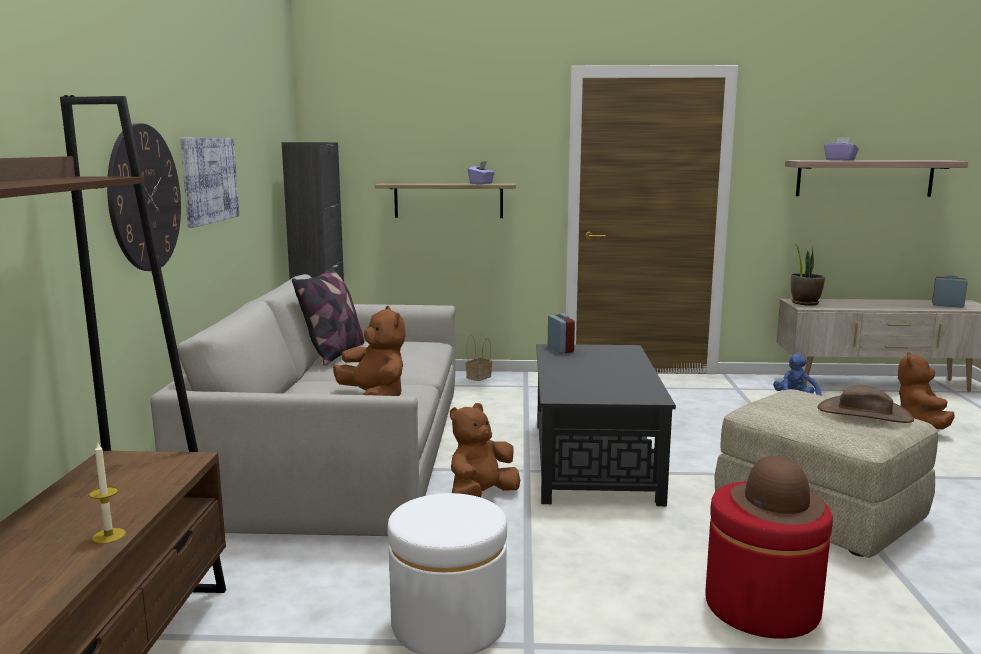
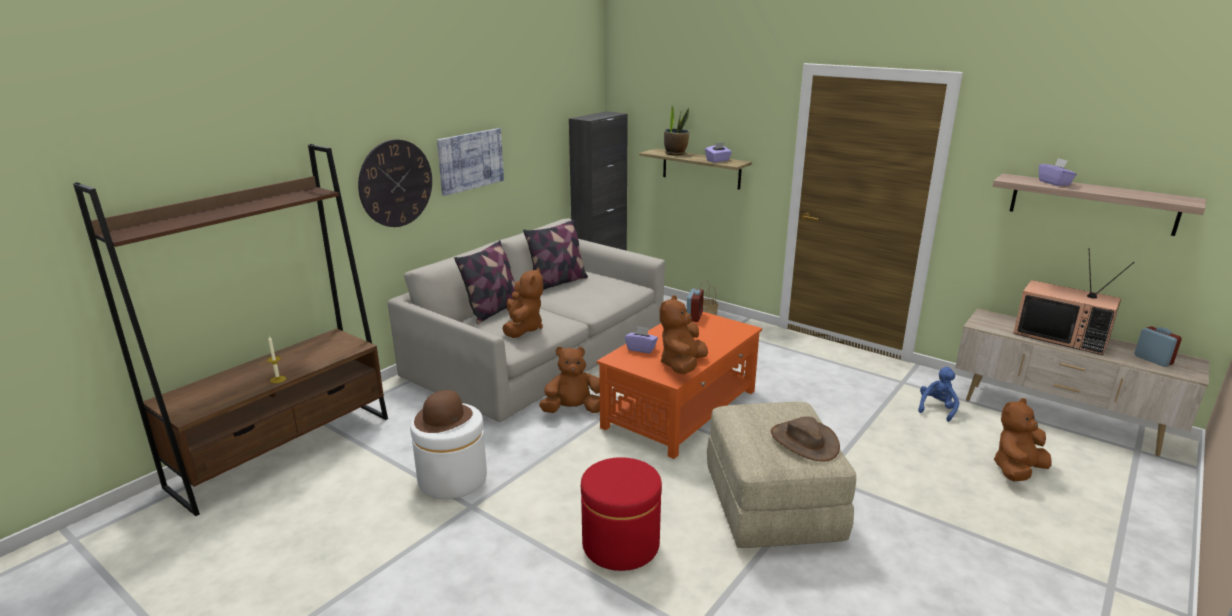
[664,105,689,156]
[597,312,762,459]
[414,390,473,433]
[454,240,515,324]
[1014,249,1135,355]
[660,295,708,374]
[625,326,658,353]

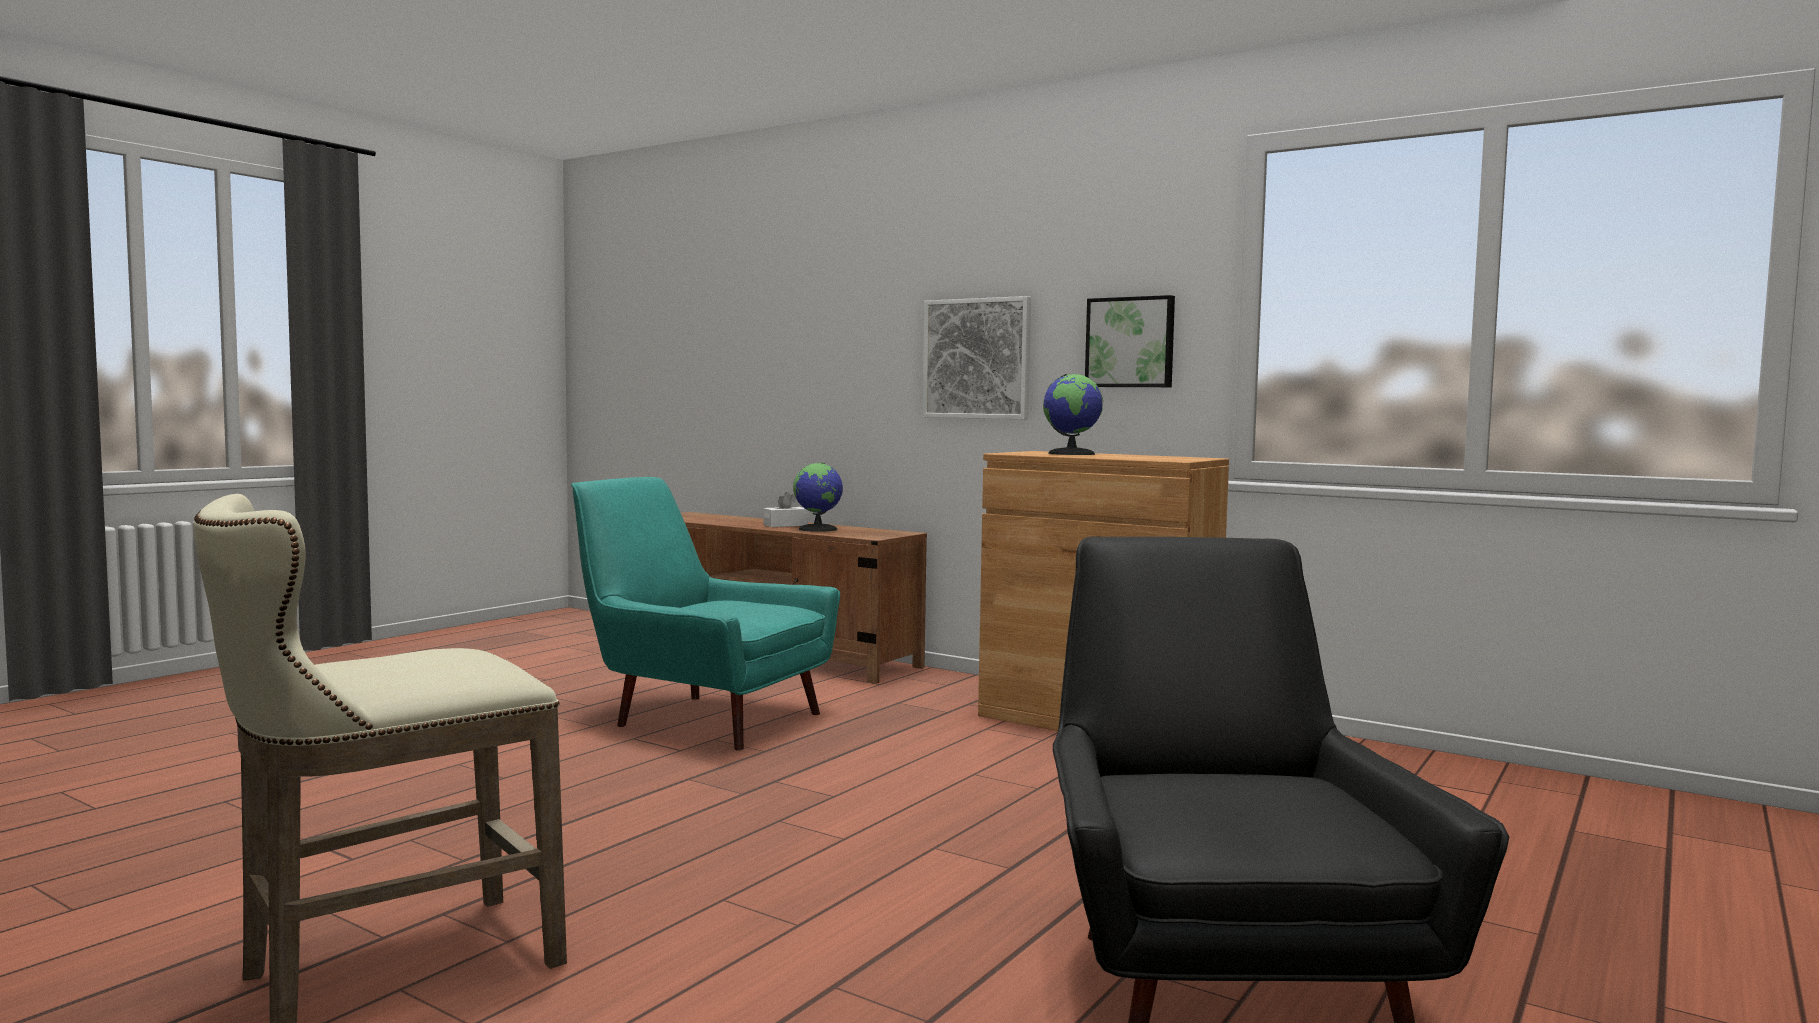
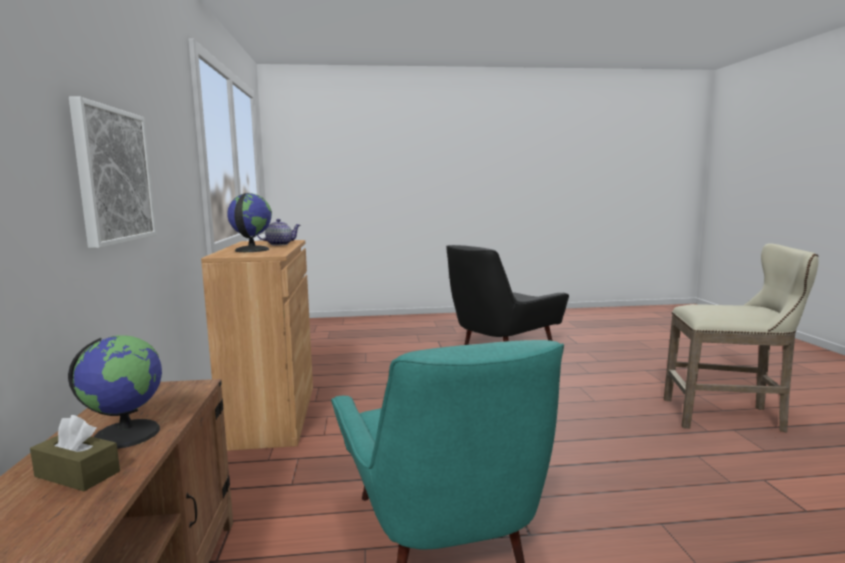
[1085,295,1175,387] (first image)
[30,415,120,491]
[257,219,300,246]

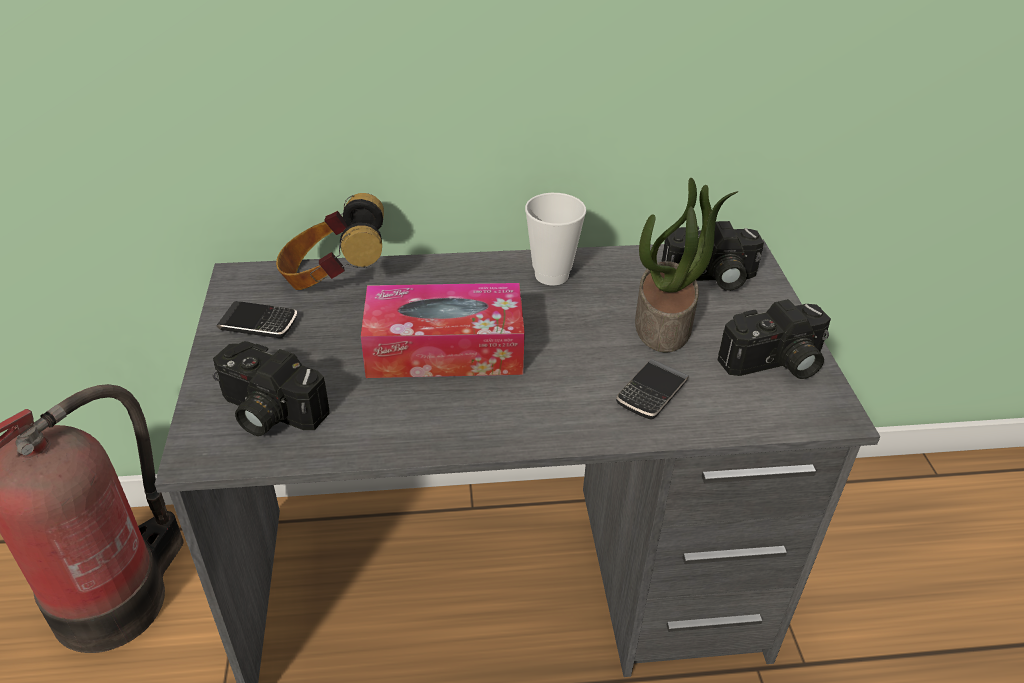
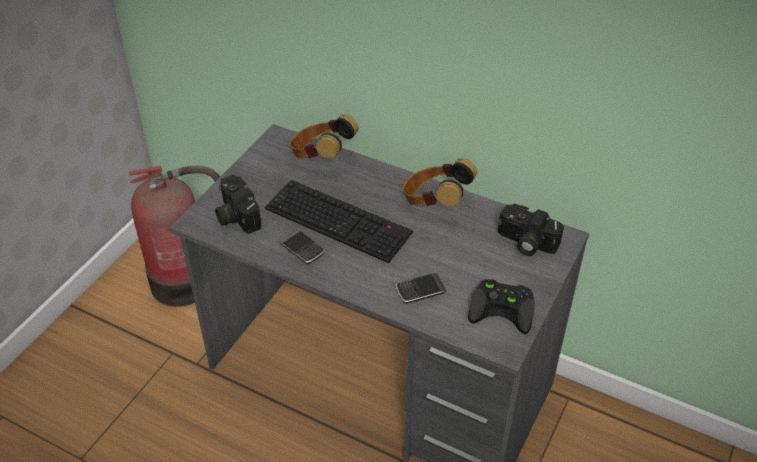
[635,178,738,352] (first image)
[403,159,477,207]
[265,180,413,263]
[468,279,535,334]
[279,229,325,264]

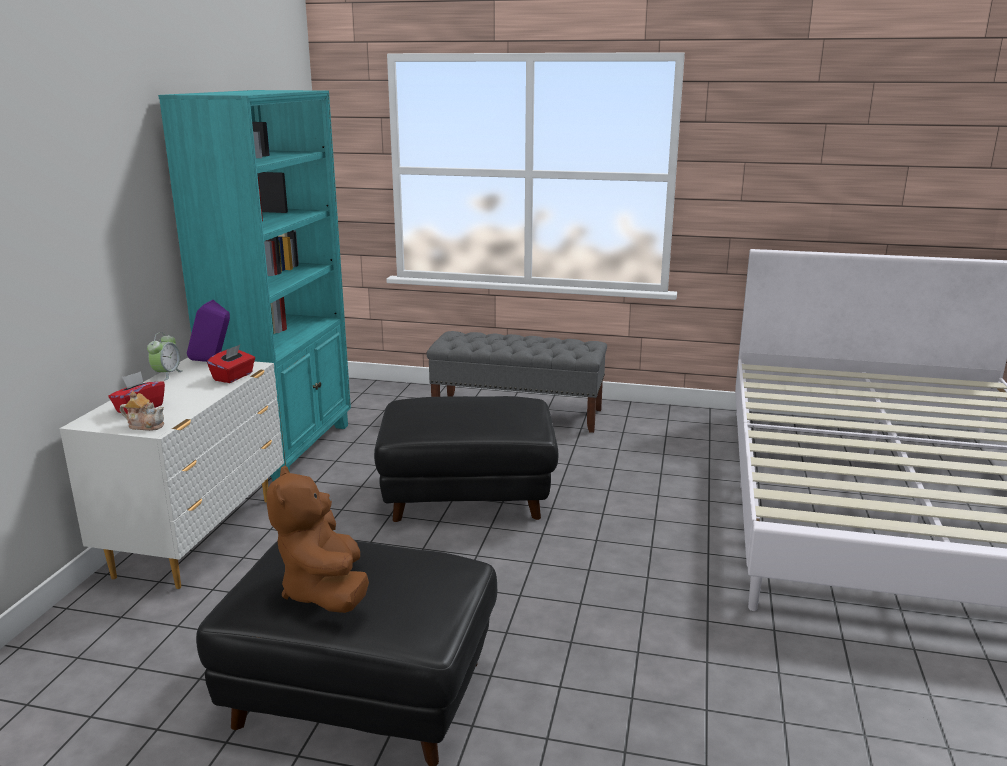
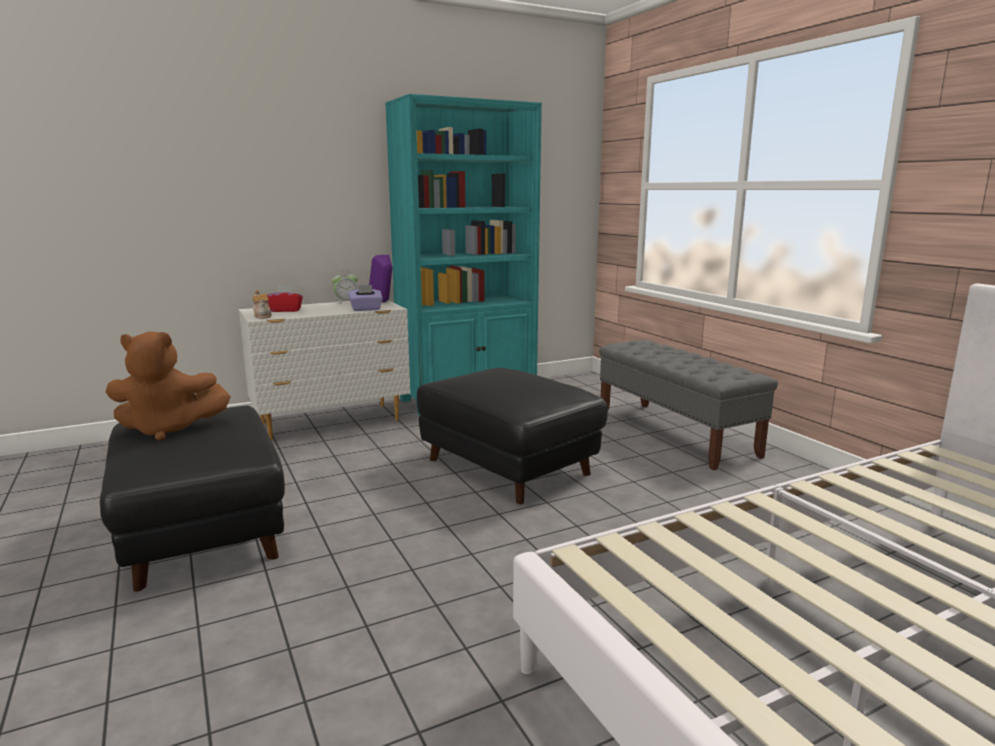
[348,285,383,311]
[105,331,231,441]

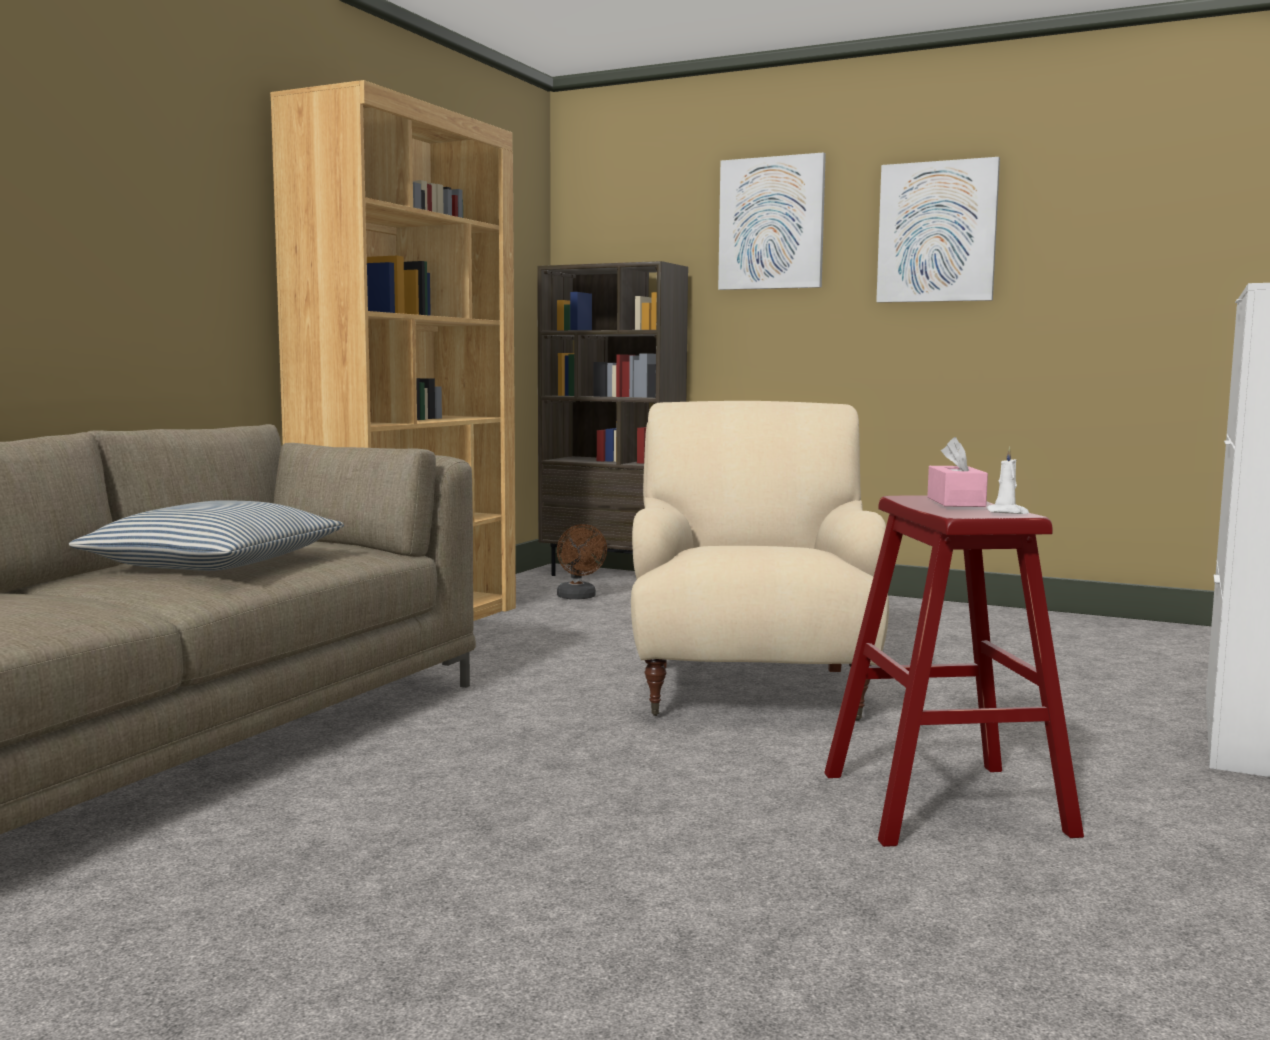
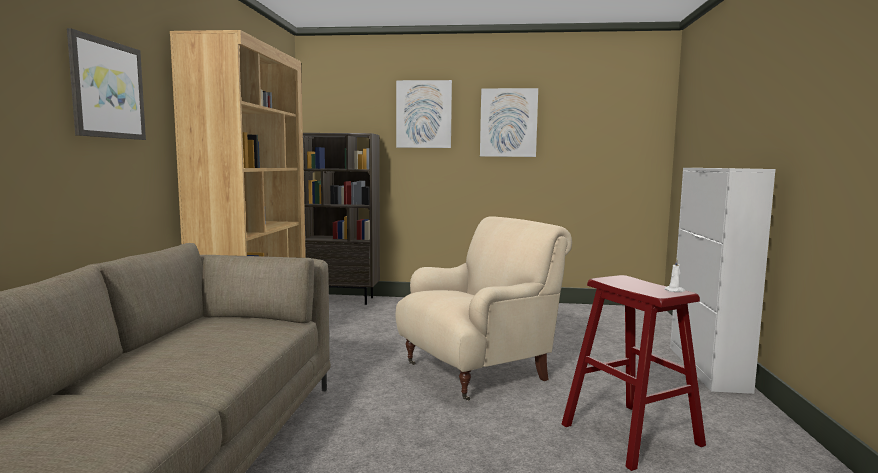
[395,216,572,401]
[927,437,988,507] (first image)
[69,500,344,571] (first image)
[557,524,607,599] (first image)
[67,28,146,140]

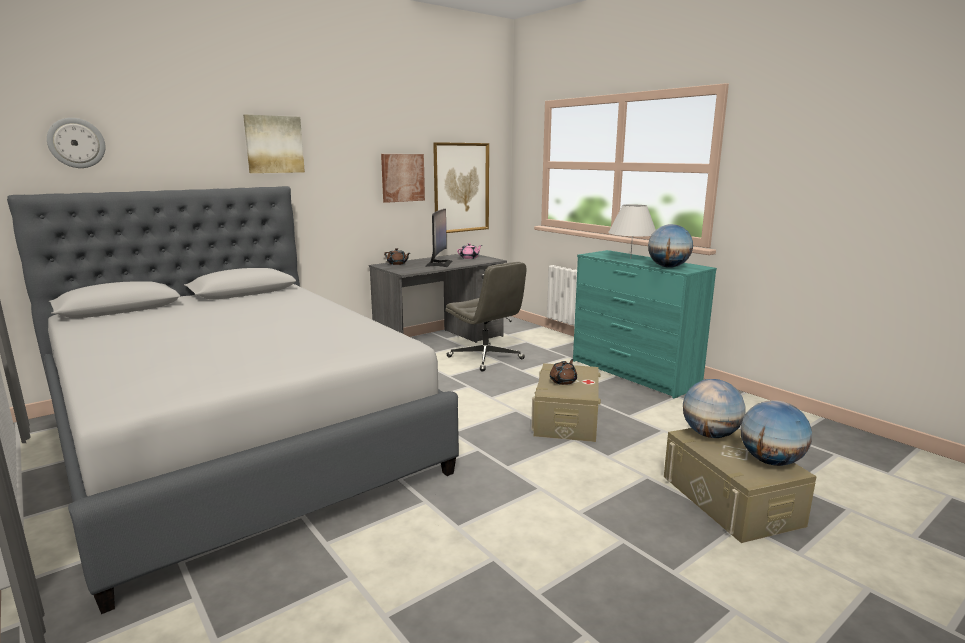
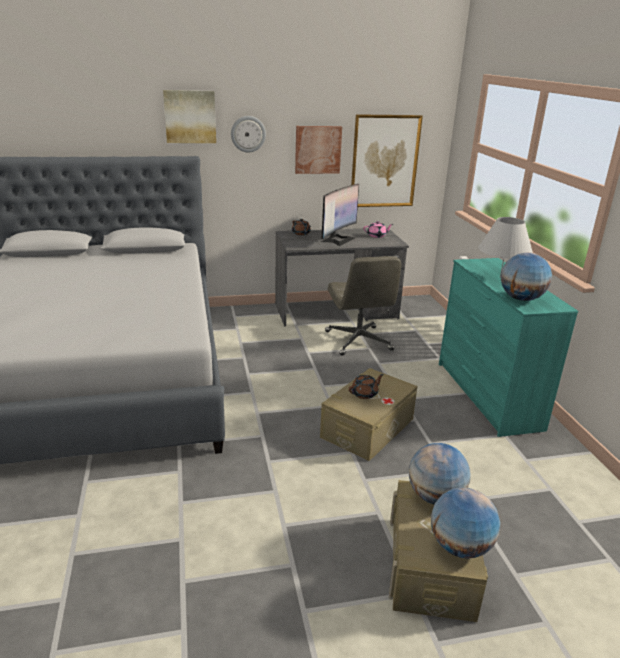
[231,116,266,152]

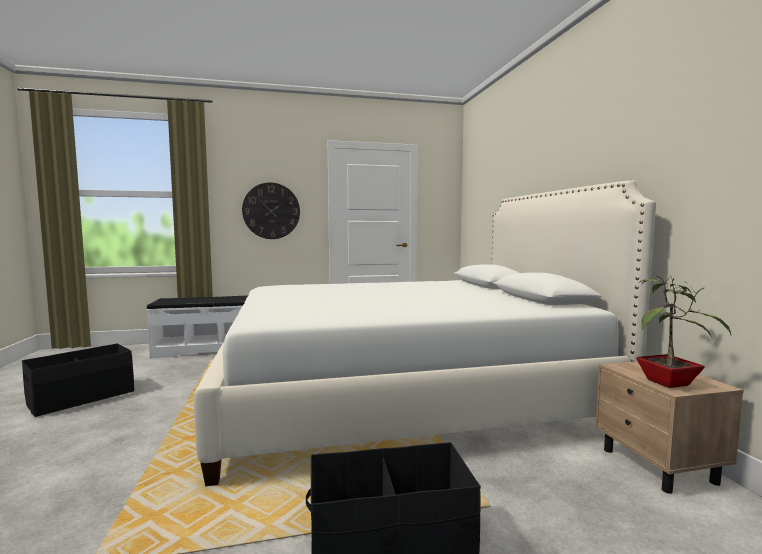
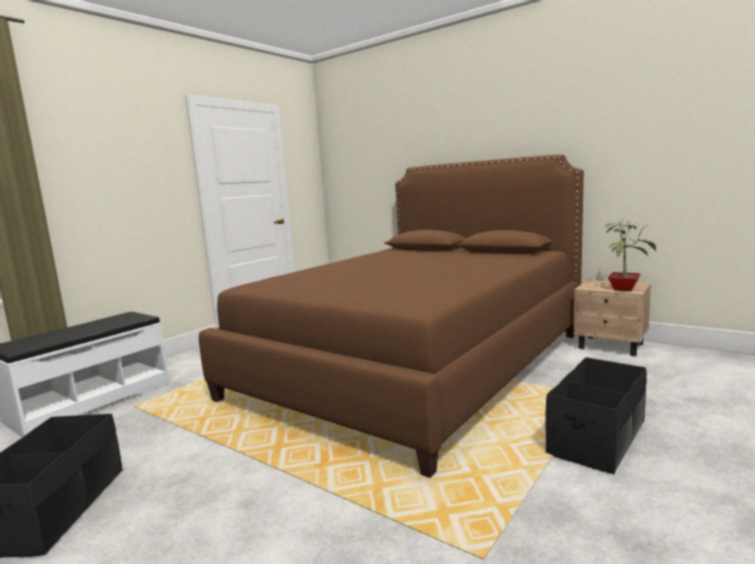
[199,155,584,478]
[242,182,300,239] (first image)

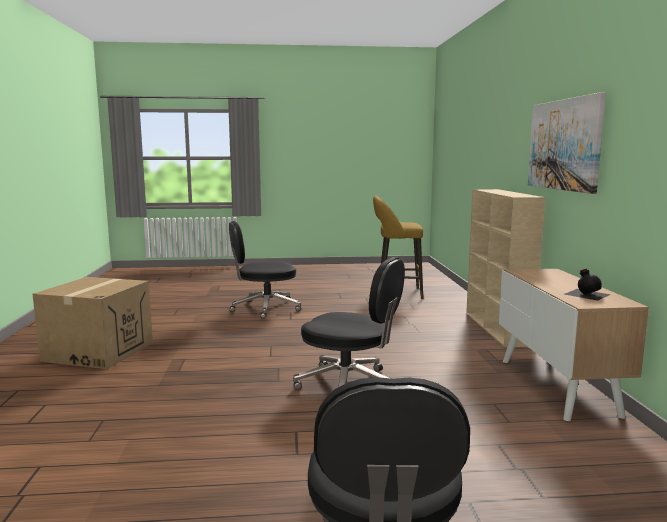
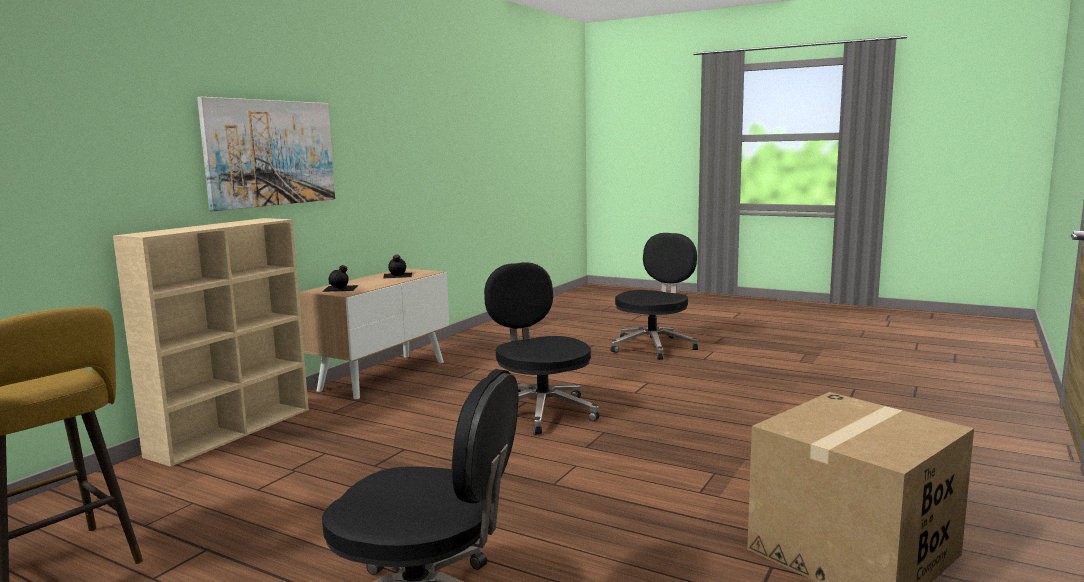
[322,265,359,292]

